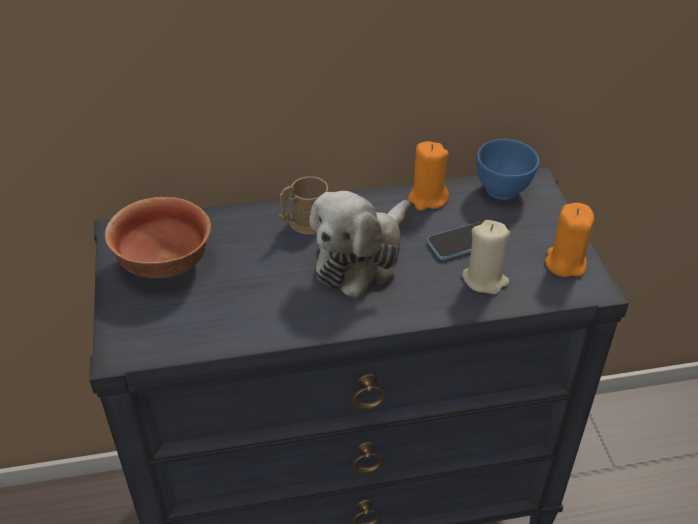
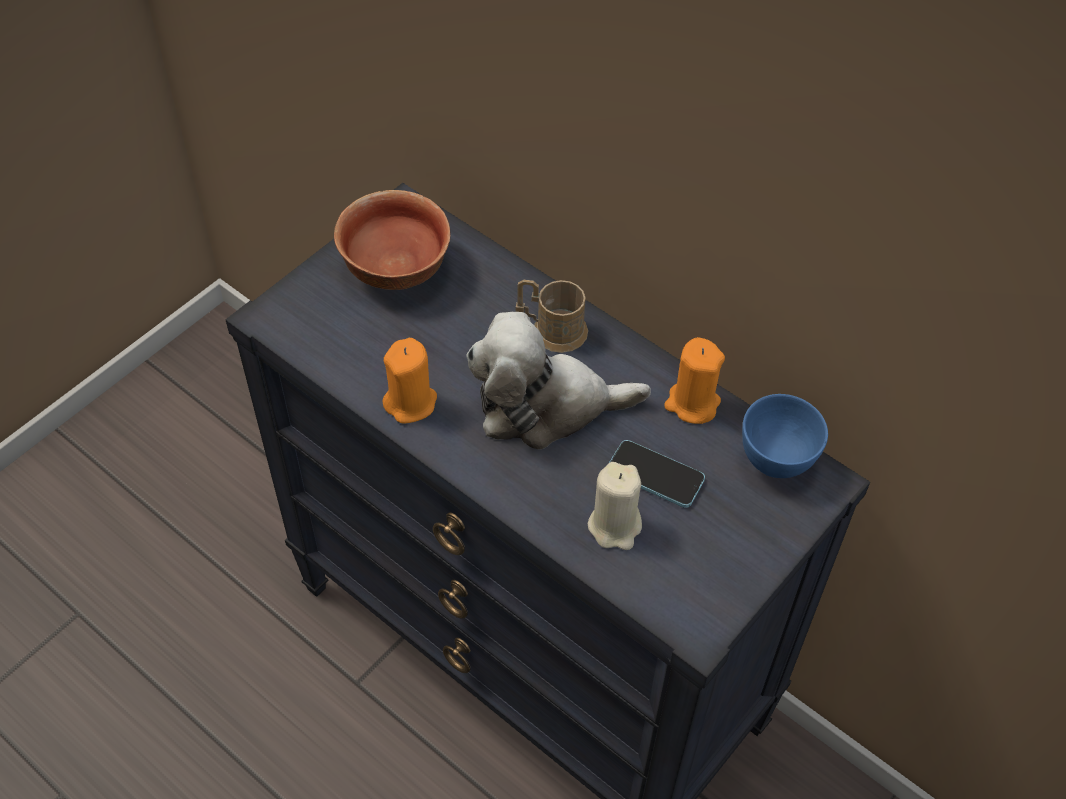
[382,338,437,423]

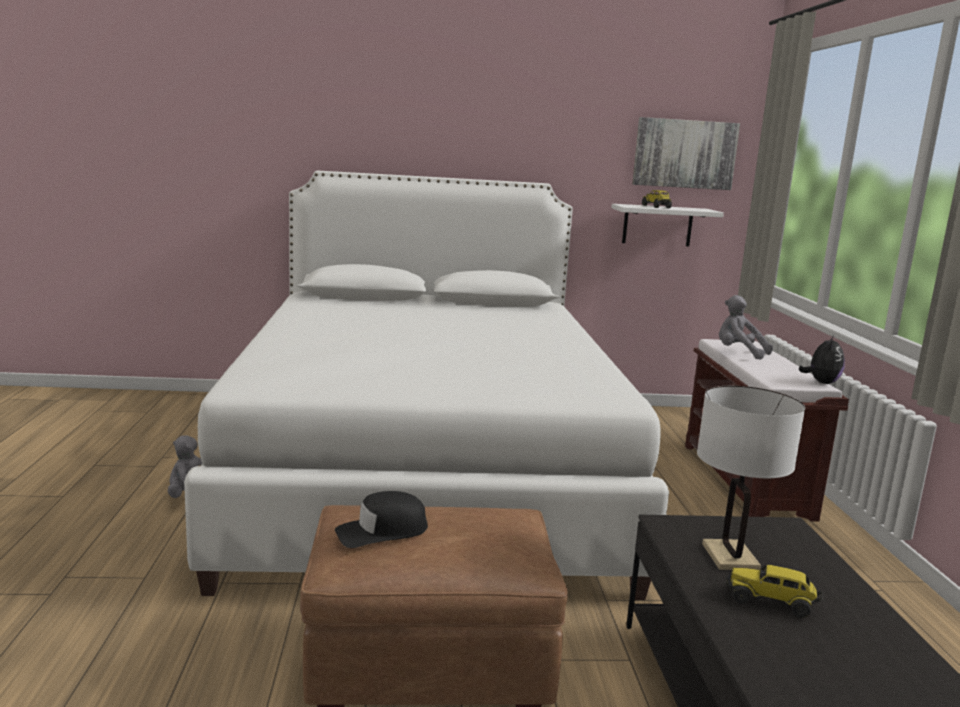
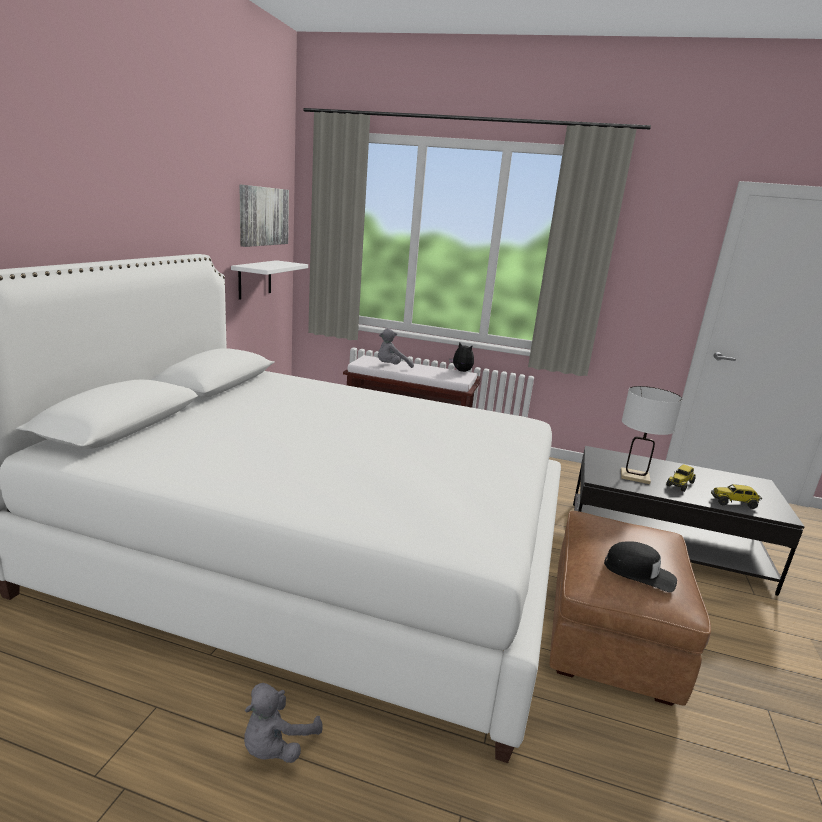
[711,484,762,509]
[604,541,677,592]

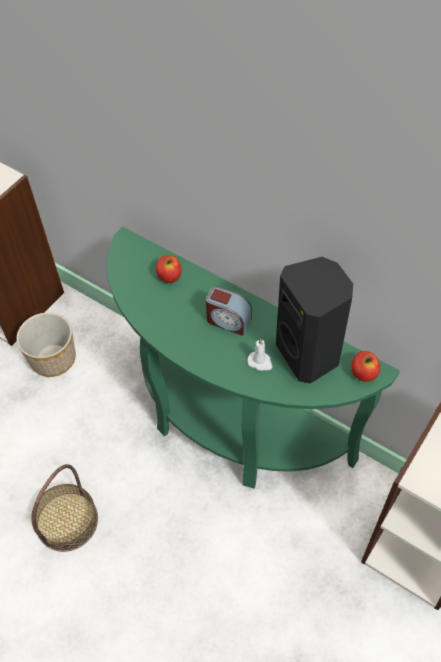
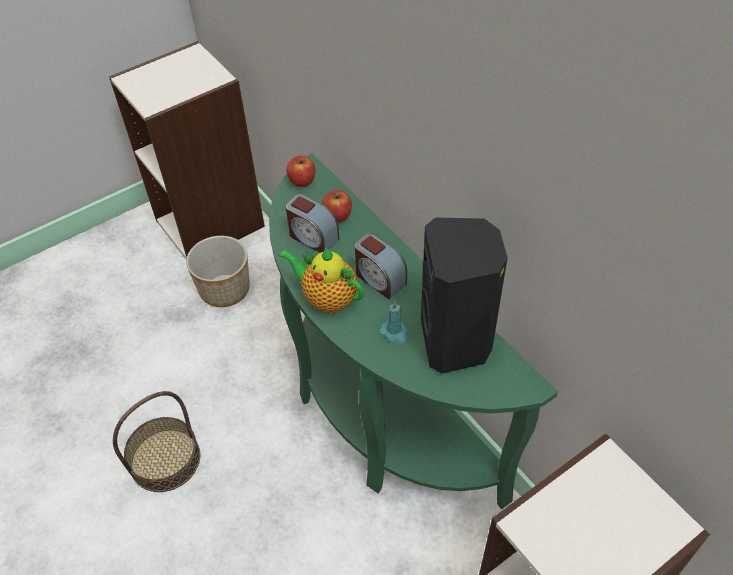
[380,301,409,345]
[287,155,315,187]
[286,194,339,253]
[278,248,364,313]

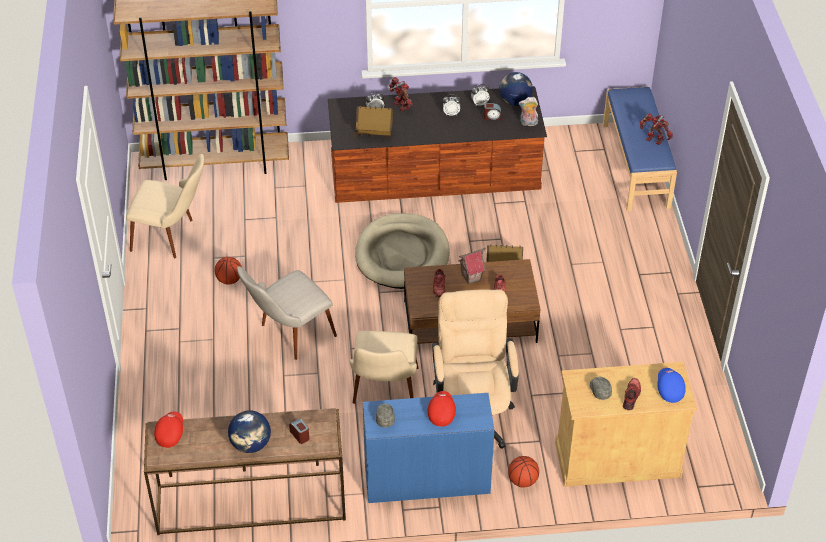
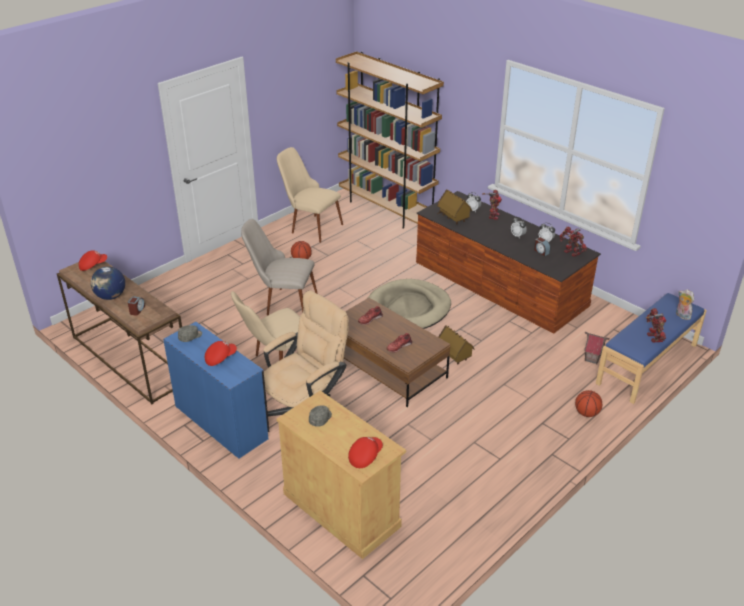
[560,226,587,257]
[676,289,694,320]
[277,147,343,243]
[584,332,610,364]
[348,437,383,468]
[623,378,641,410] (first image)
[575,390,602,417]

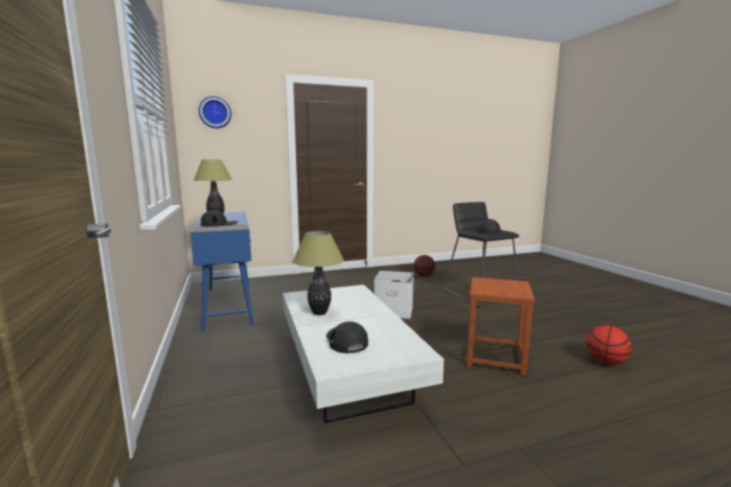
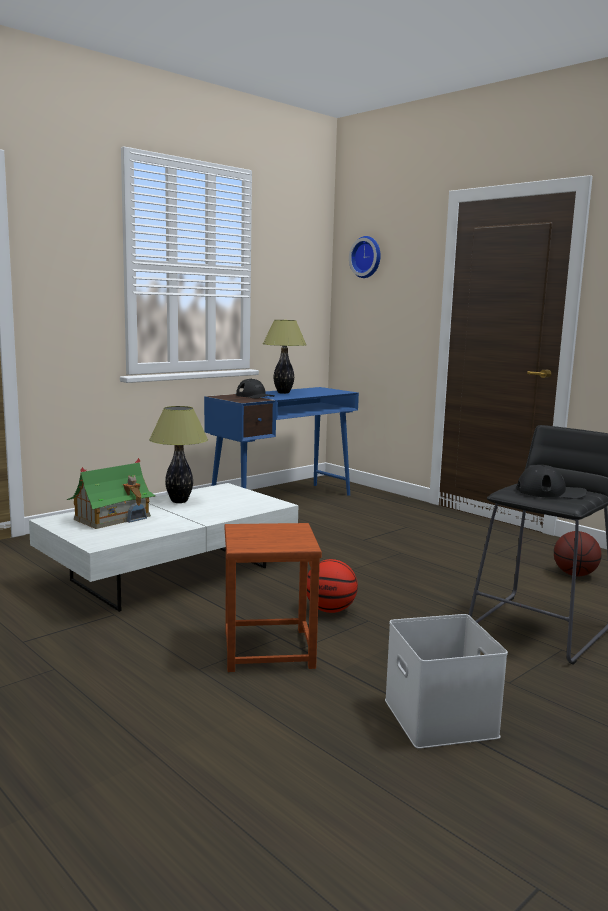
[385,614,508,749]
[67,458,155,529]
[307,559,358,613]

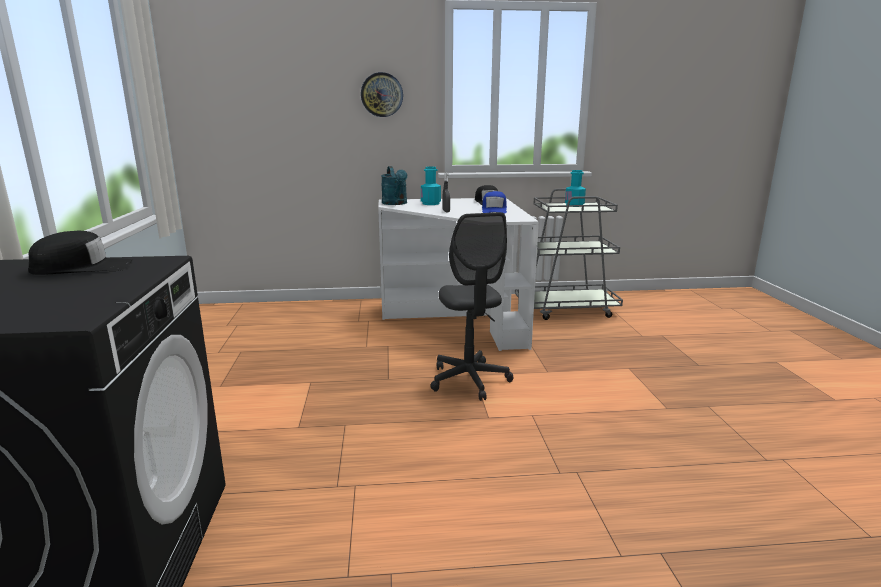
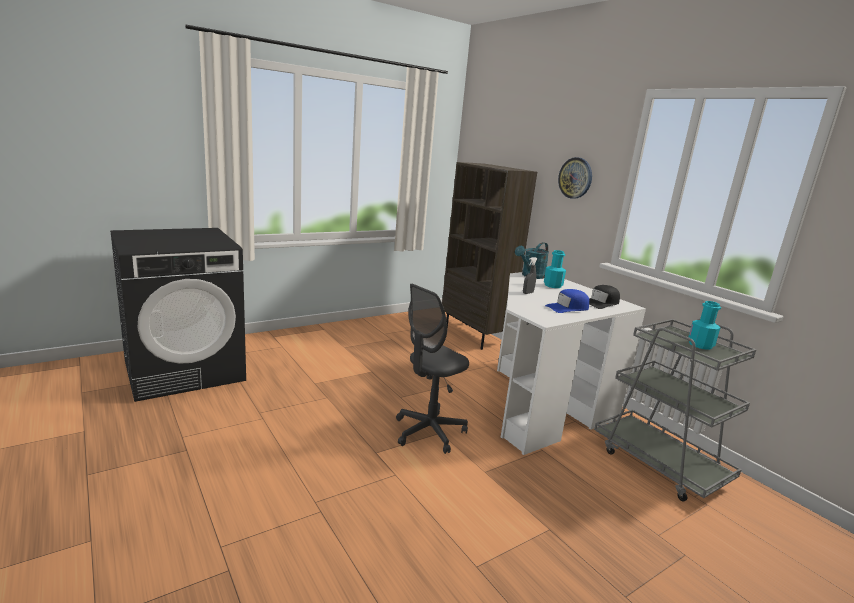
[28,231,133,275] (first image)
[442,162,537,350]

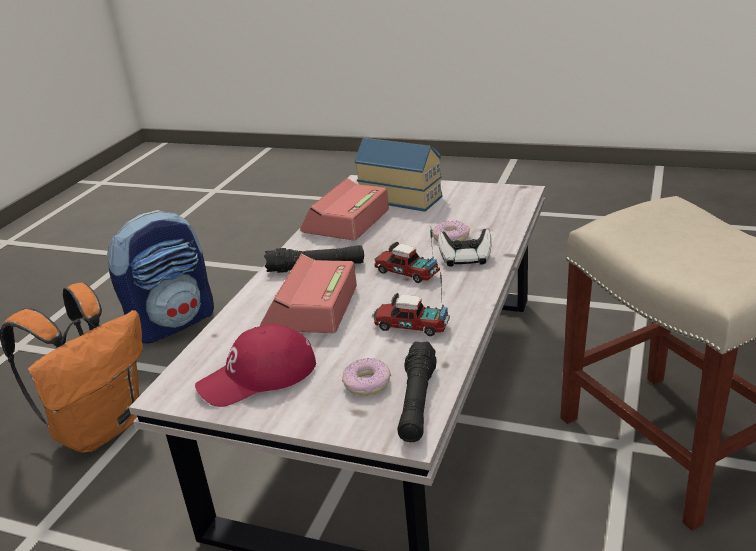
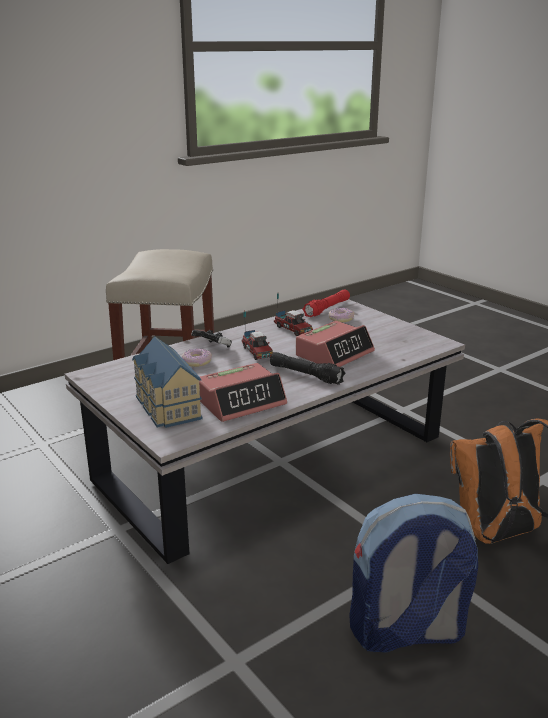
[195,324,316,407] (first image)
[302,289,350,317]

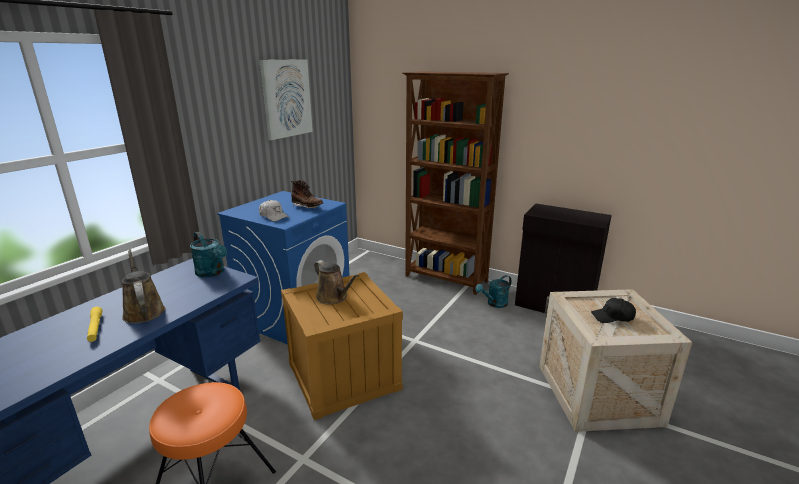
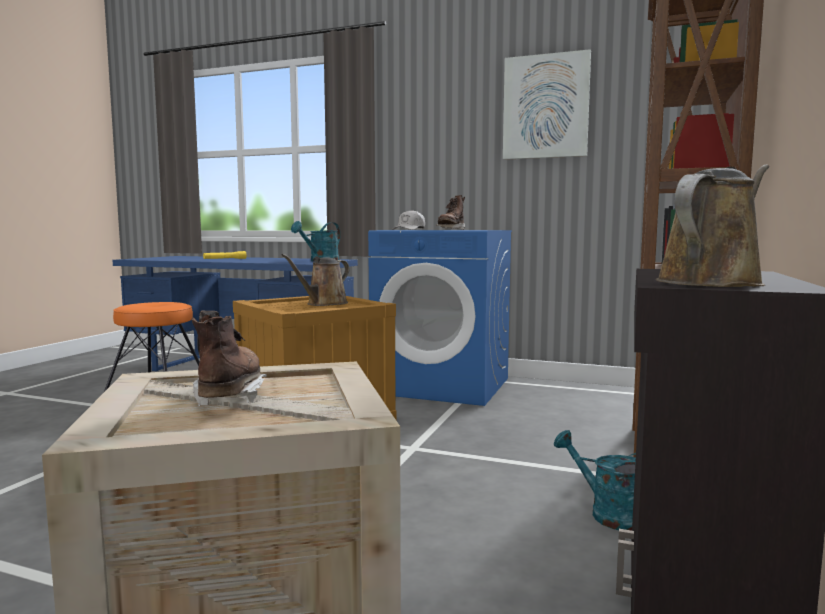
[656,165,769,287]
[192,310,267,406]

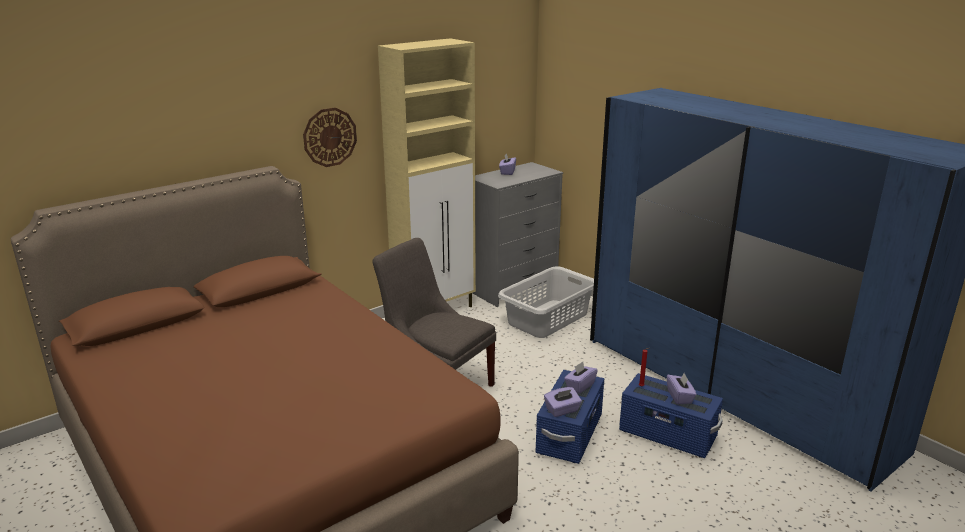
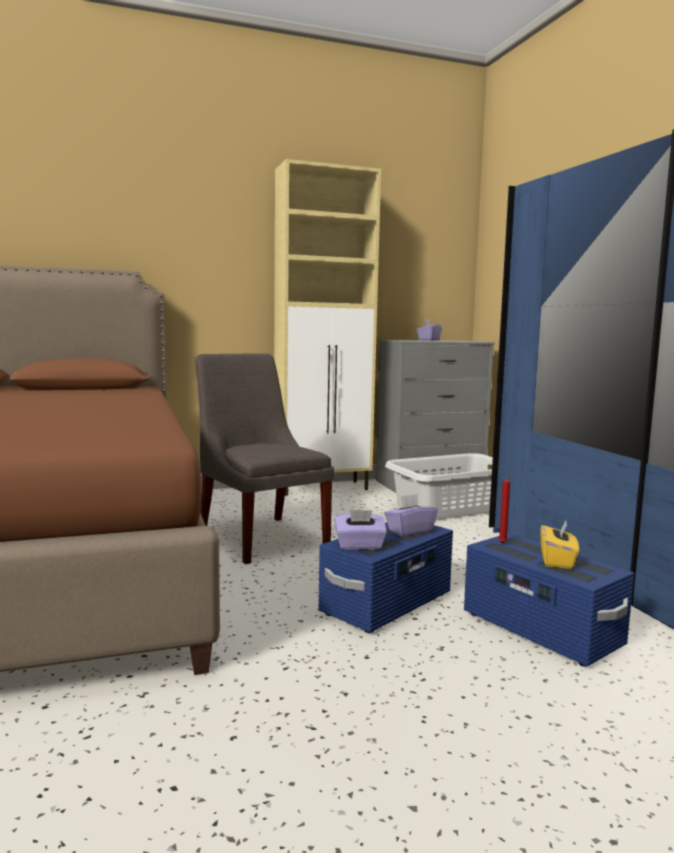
[303,108,357,167] (first image)
[541,521,579,569]

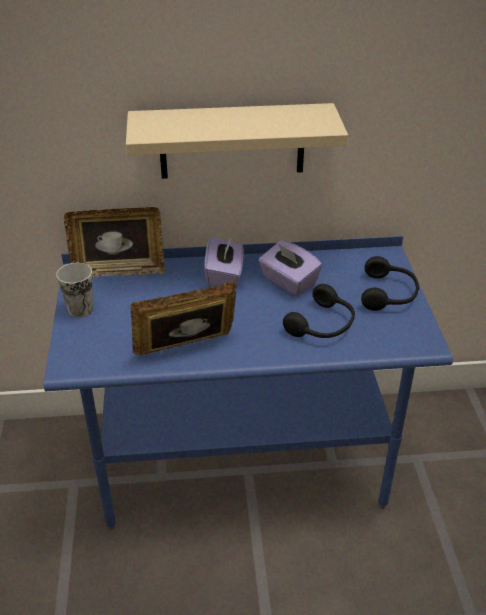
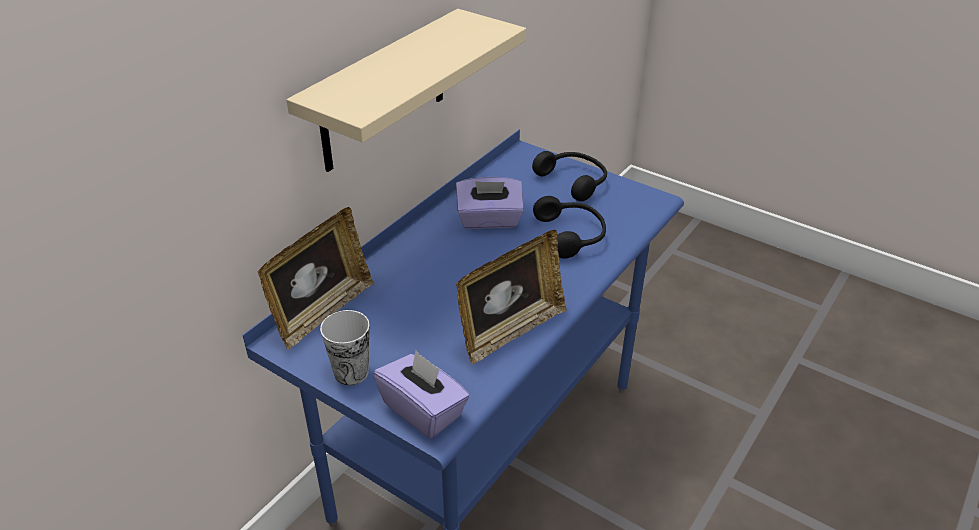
[373,350,470,439]
[456,230,567,364]

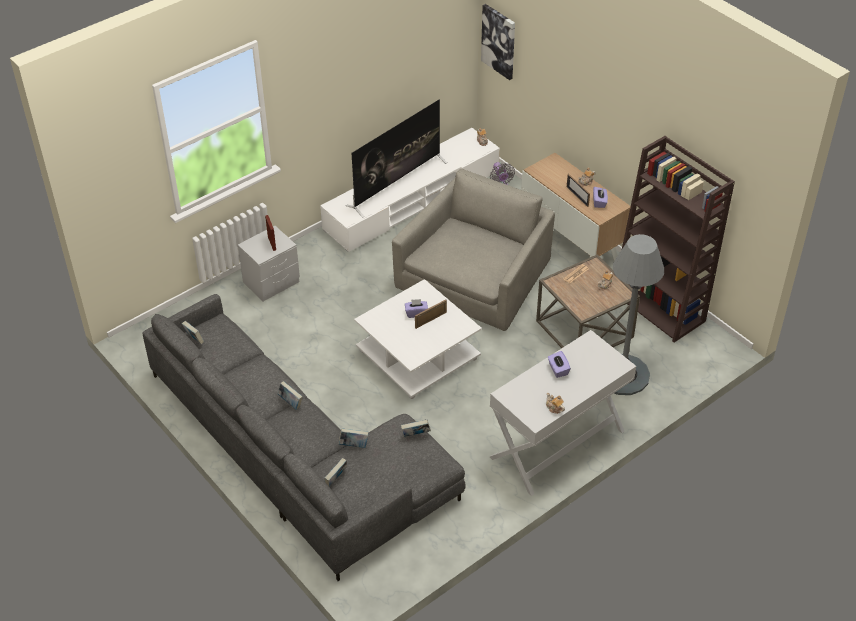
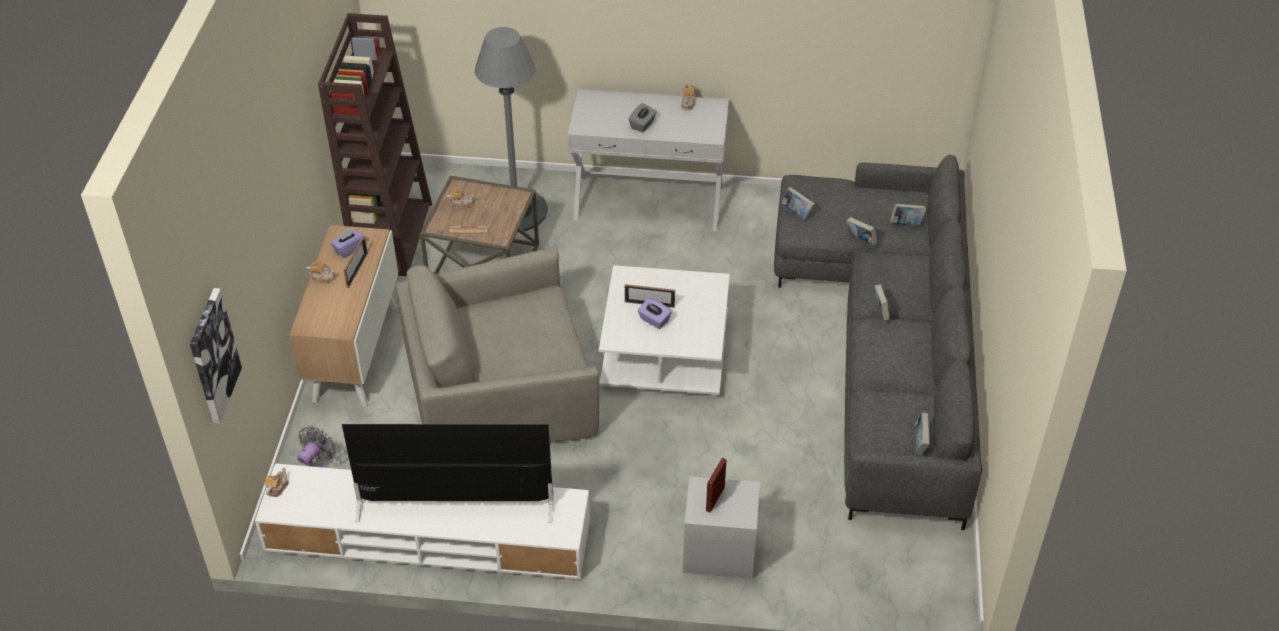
[629,103,657,132]

